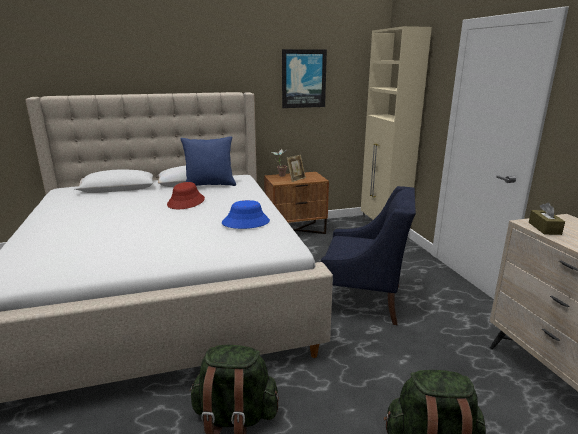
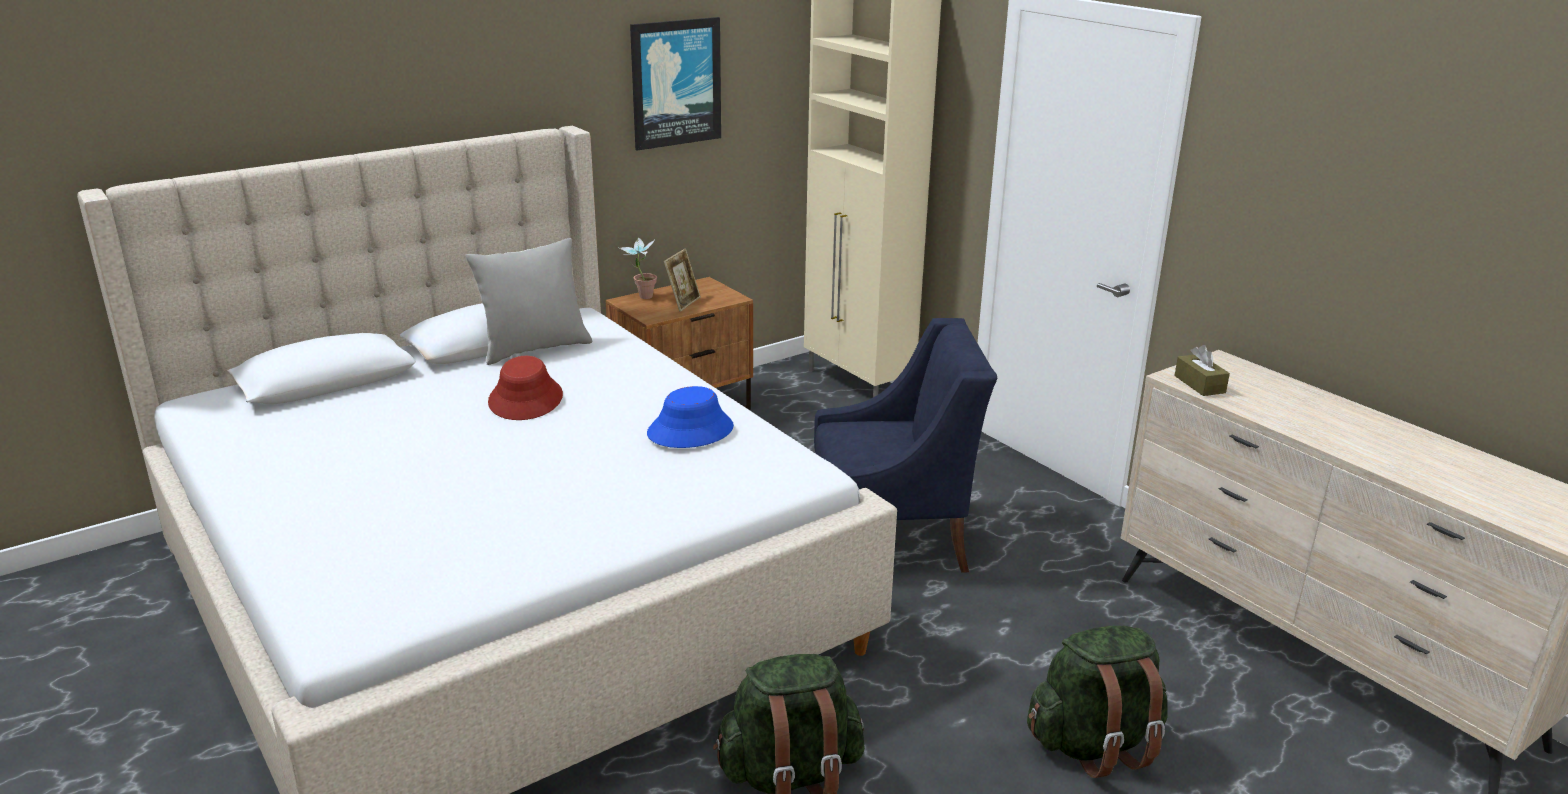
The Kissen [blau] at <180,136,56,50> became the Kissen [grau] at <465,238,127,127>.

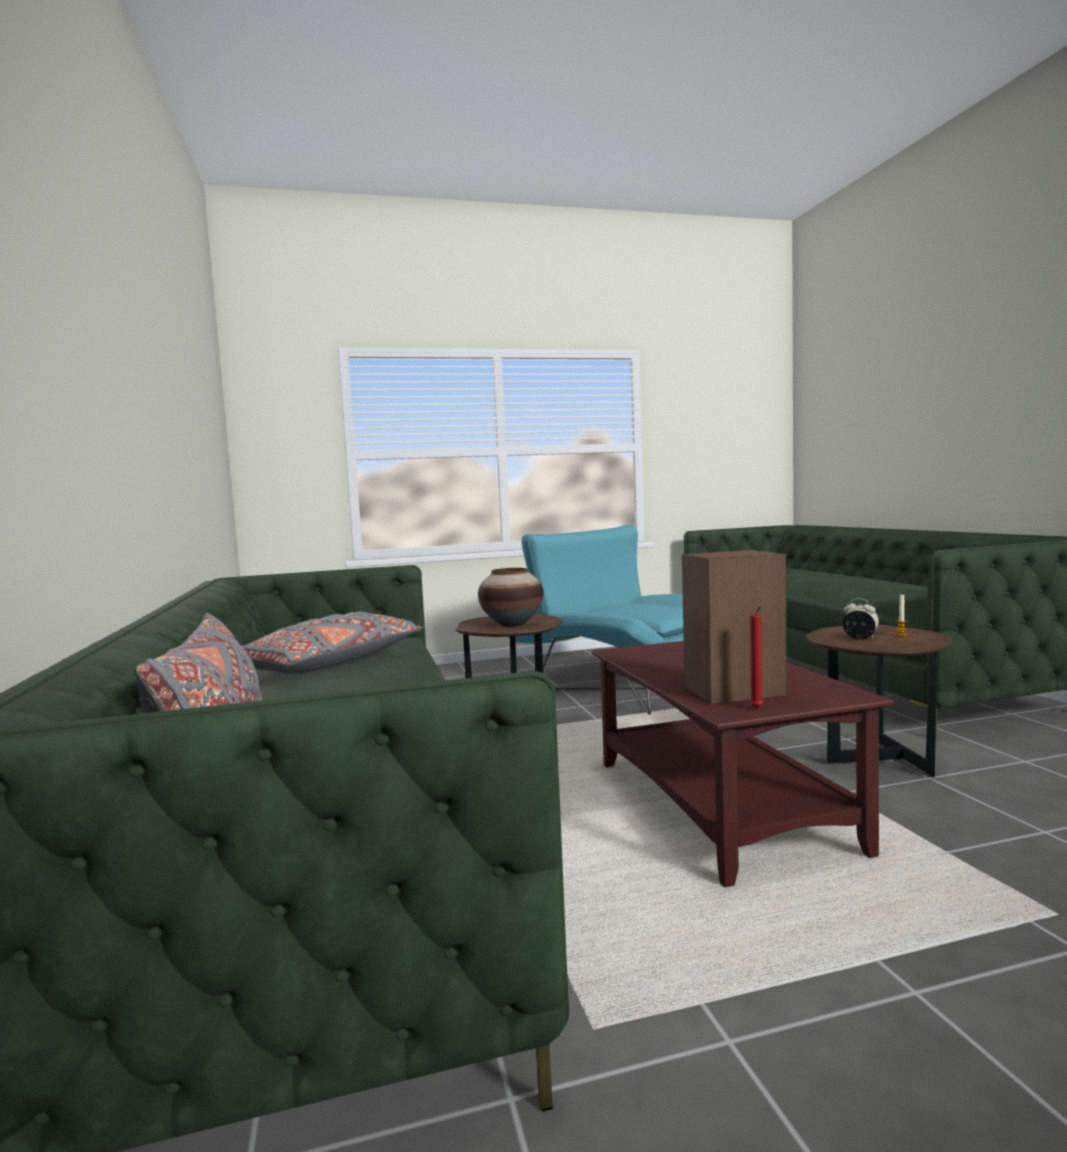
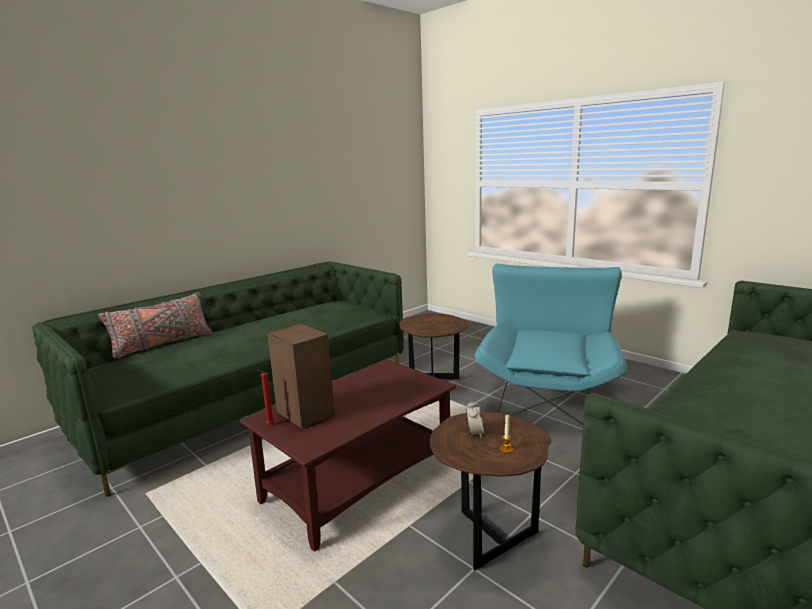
The Kissen [grau] at <242,612,180,62> disappeared.
The Vase at <478,568,65,59> disappeared.

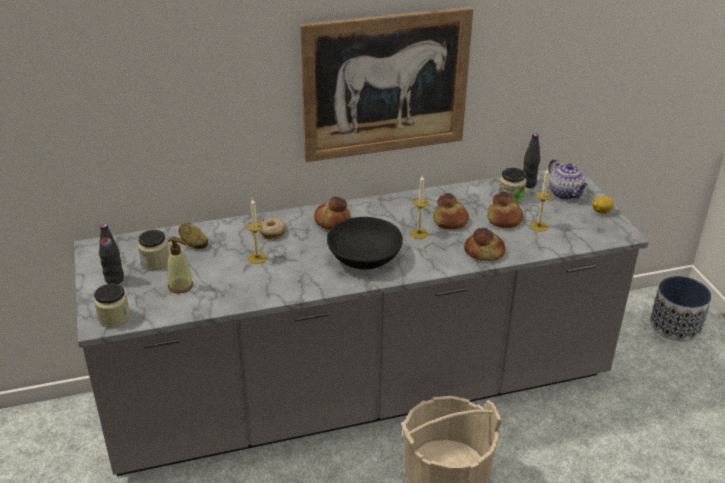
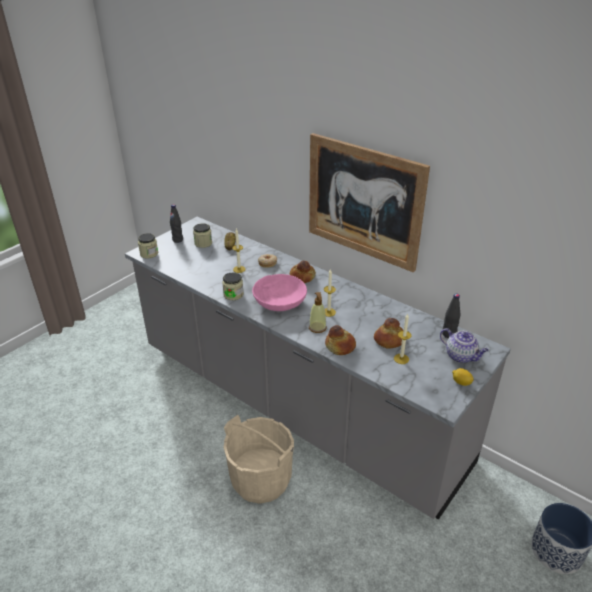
The Seifenspender moved from <167,237,26,56> to <309,292,18,41>.
The Schüssel [schwarz] at <327,217,76,53> became the Schüssel [rosa] at <252,274,55,37>.
The Brot at <433,193,36,36> disappeared.
The Vorratsglas moved from <498,168,28,35> to <222,272,22,28>.
The Teekanne at <549,159,39,40> turned 75 degrees counterclockwise.

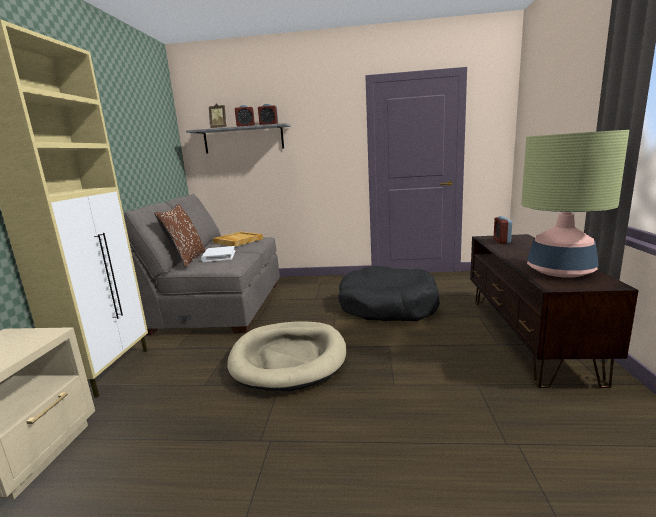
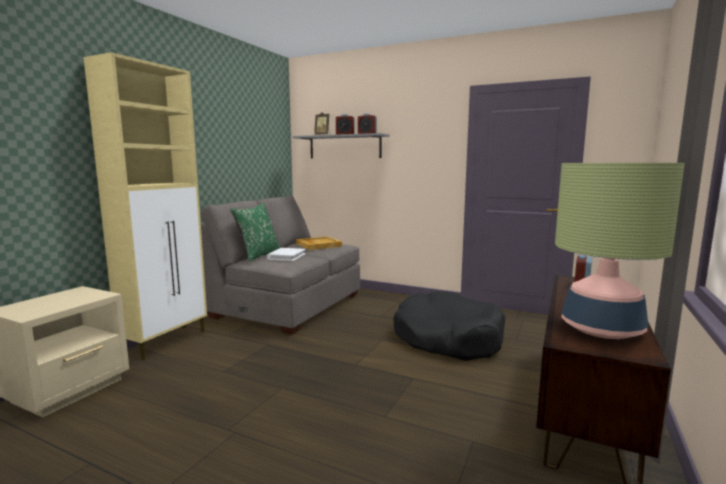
The Kissen [braun] at <154,203,51,64> became the Kissen [grün] at <230,203,50,59>.
The Hundebett [beige] at <227,321,119,70> disappeared.

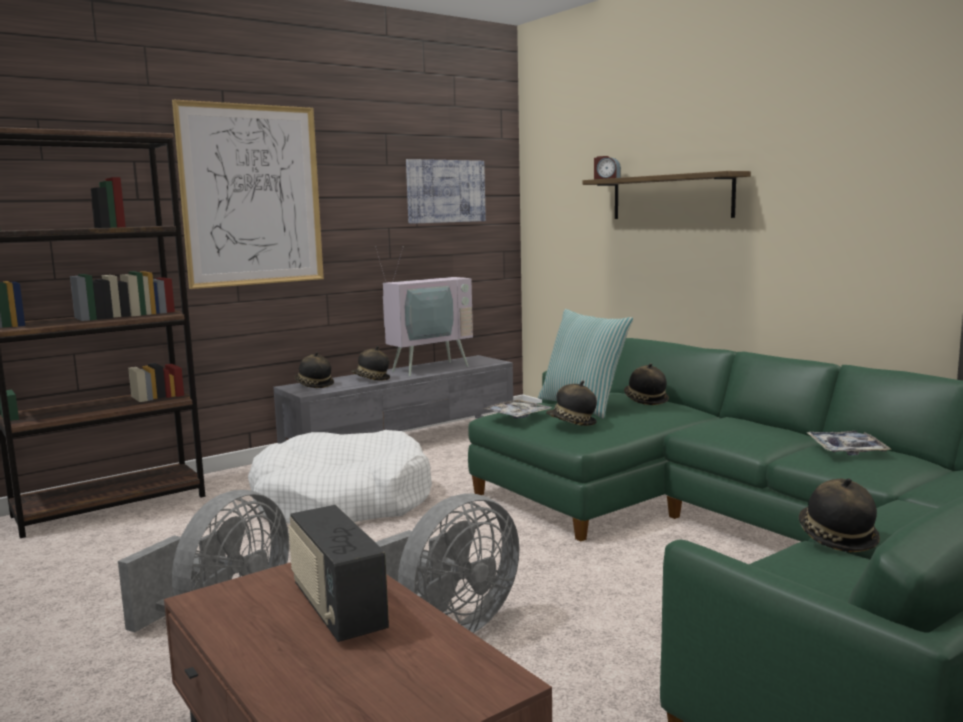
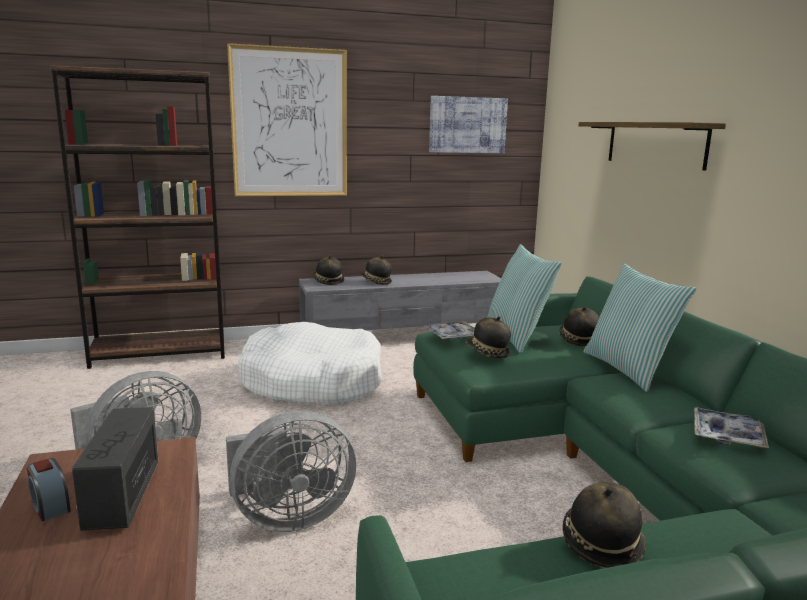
The Fernseher at <375,246,98,131> disappeared.
The Wecker moved from <594,156,27,23> to <27,458,44,64>.
The Kissen at <583,264,113,128> appeared.

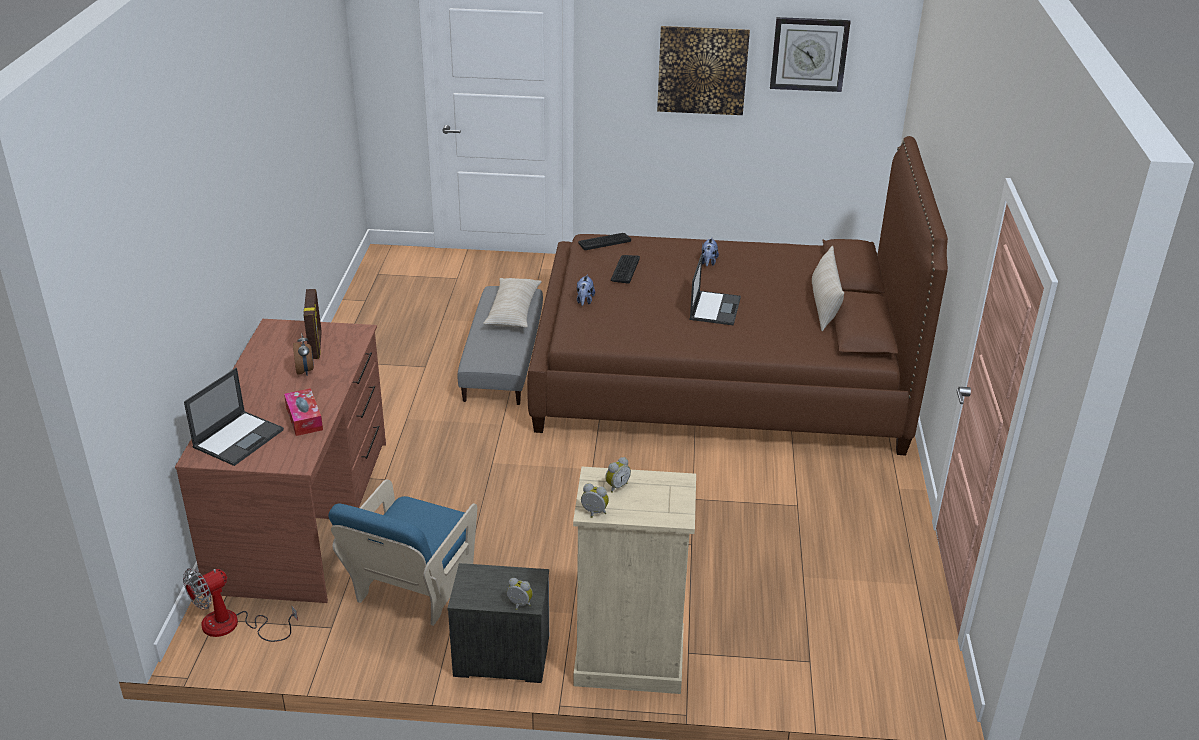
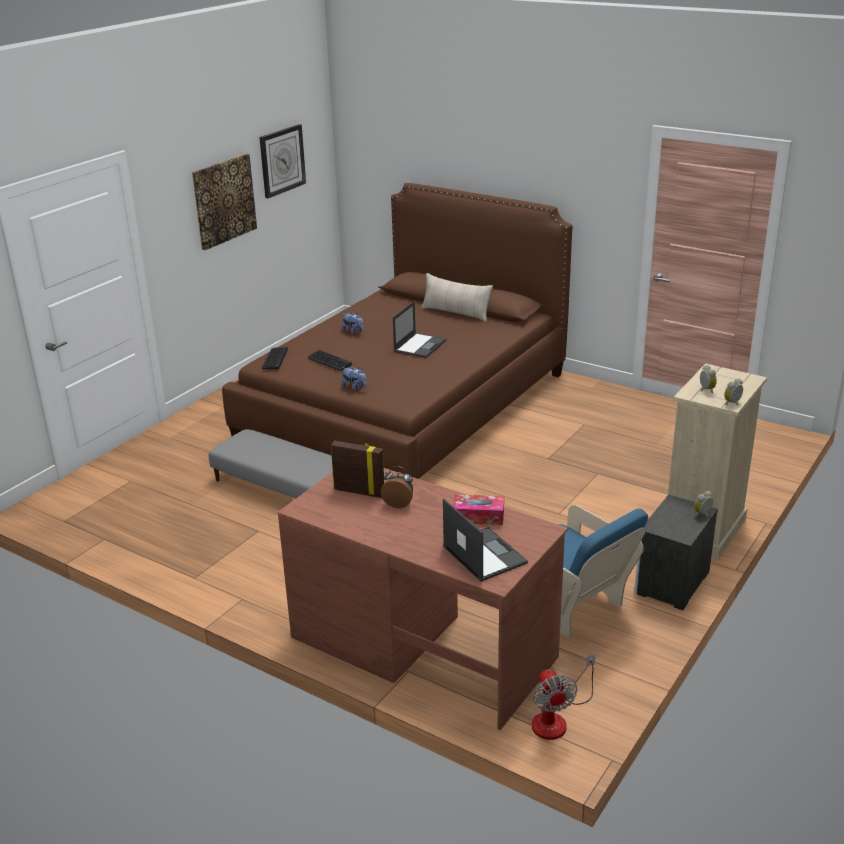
The Kissen [beige] at <483,278,58,50> disappeared.
The Laptop at <689,254,52,72> turned 75 degrees clockwise.

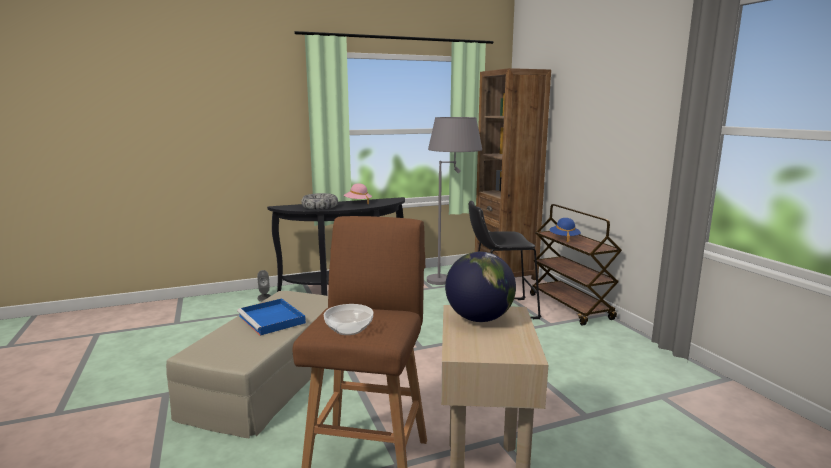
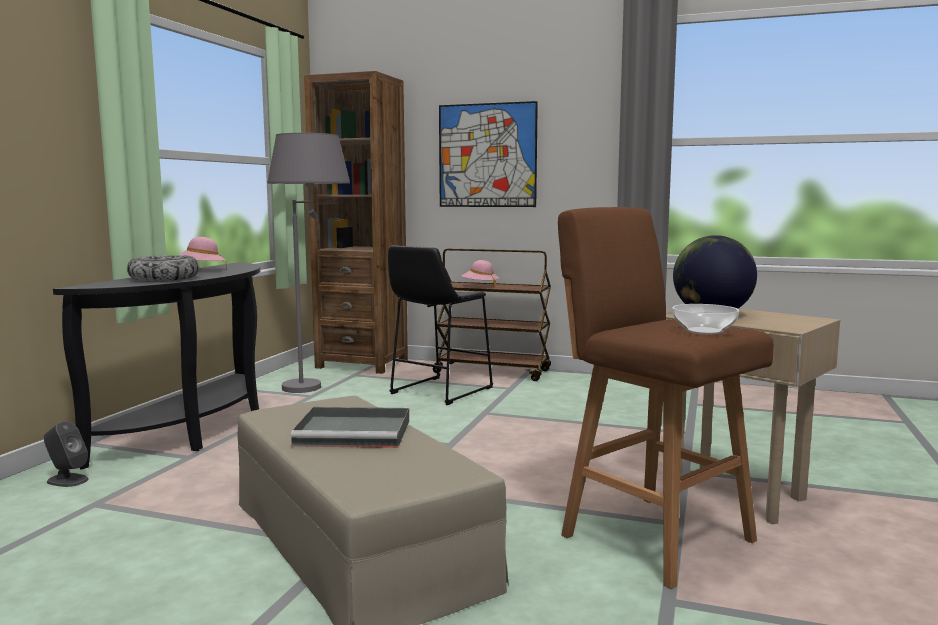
The Tablett [blau] at <237,298,69,38> became the Tablett [grau] at <290,407,119,41>.
The Hut [blau] at <550,218,31,24> became the Hut [rosa] at <462,260,37,28>.
The Bild at <439,101,99,106> appeared.

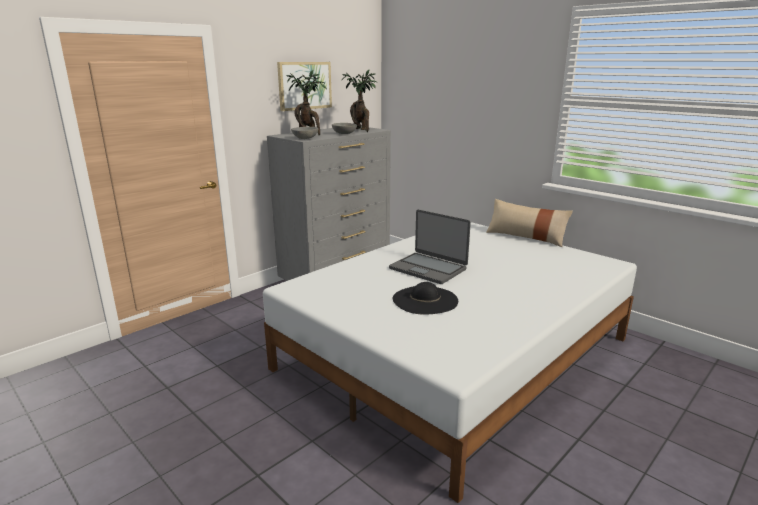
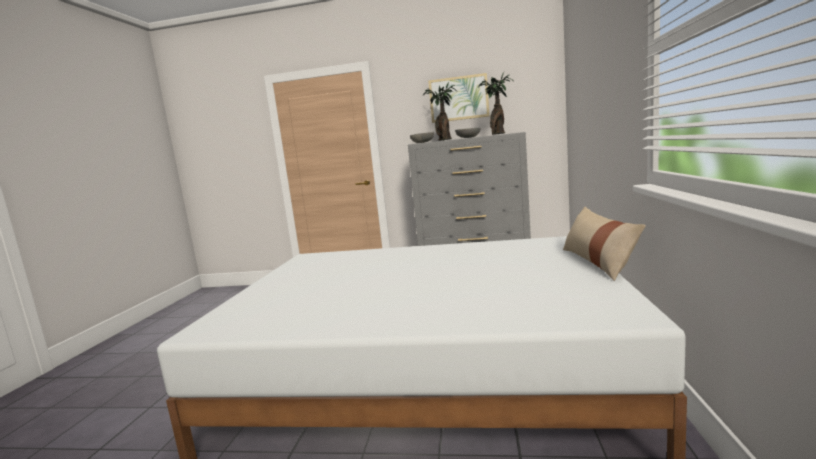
The Laptop at <389,210,82,74> disappeared.
The Hut [schwarz] at <393,282,65,33> disappeared.

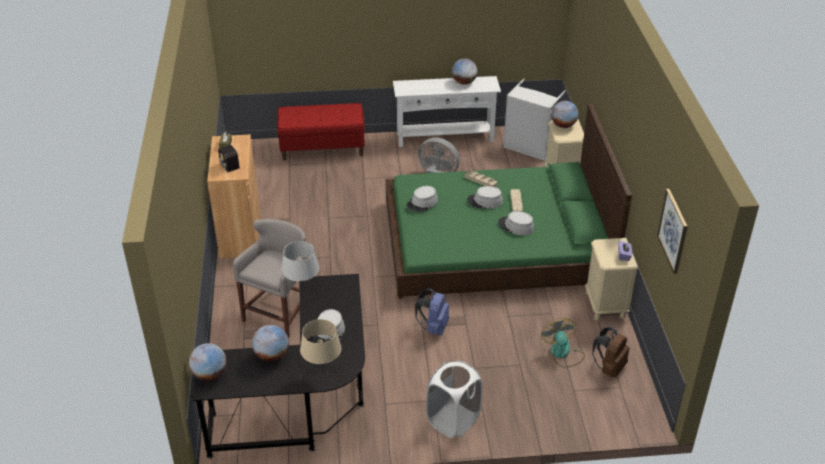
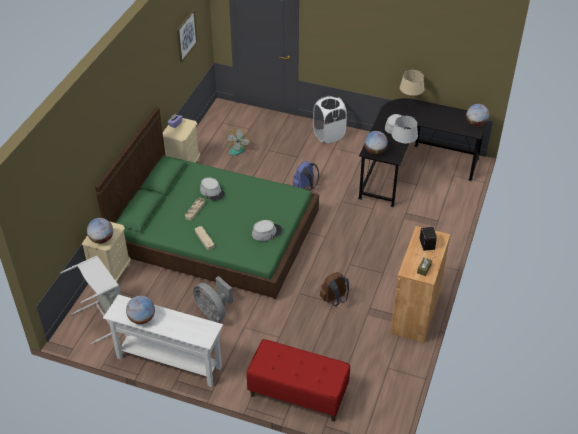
The Hocker [grau] at <233,219,73,118> disappeared.
The Globus moved from <252,325,37,36> to <364,131,24,24>.
The Hut [grau] at <467,186,36,23> disappeared.
The Rucksack [braun] moved from <592,327,37,51> to <320,272,29,34>.

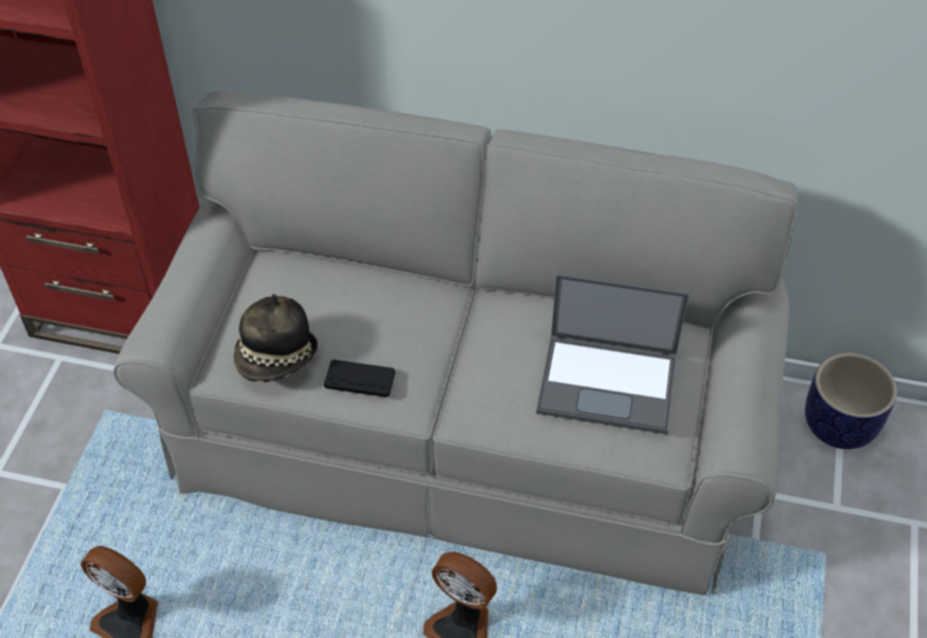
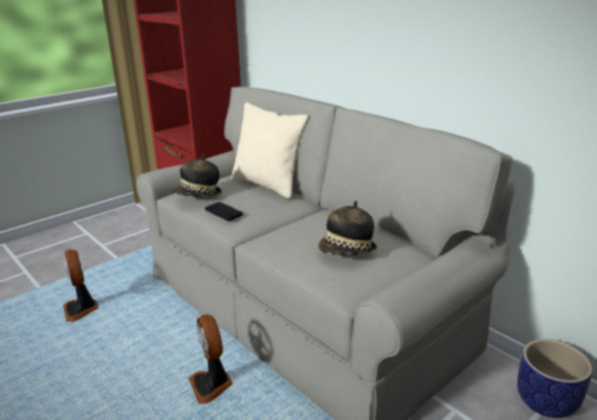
The Laptop at <536,274,153,160> was replaced by the Hut at <318,201,59,55>.
The Kissen [beige] at <231,102,77,96> appeared.

